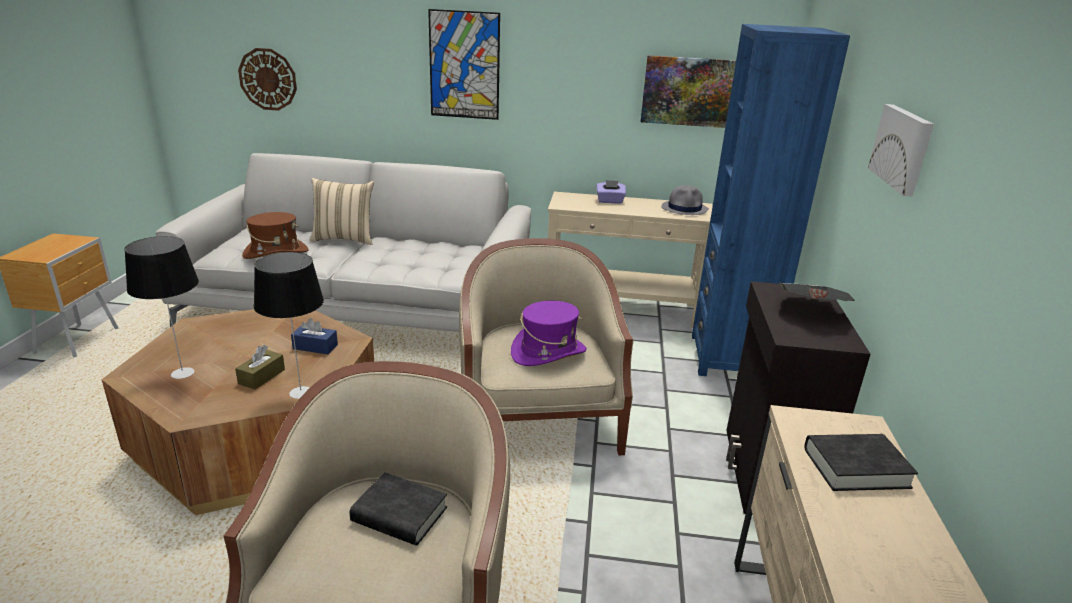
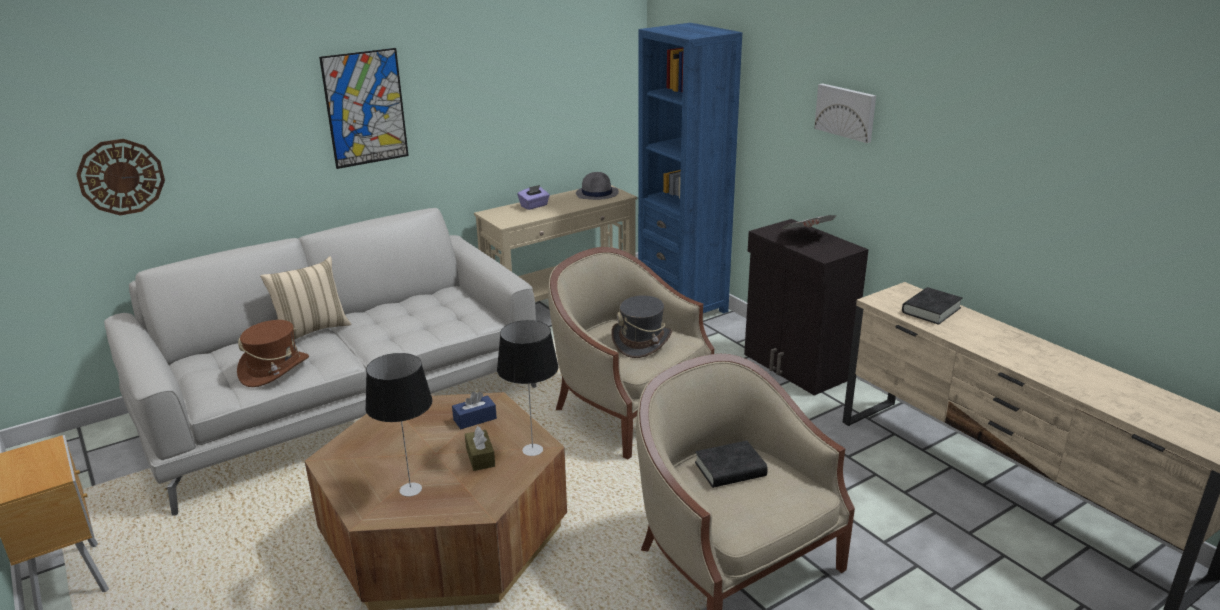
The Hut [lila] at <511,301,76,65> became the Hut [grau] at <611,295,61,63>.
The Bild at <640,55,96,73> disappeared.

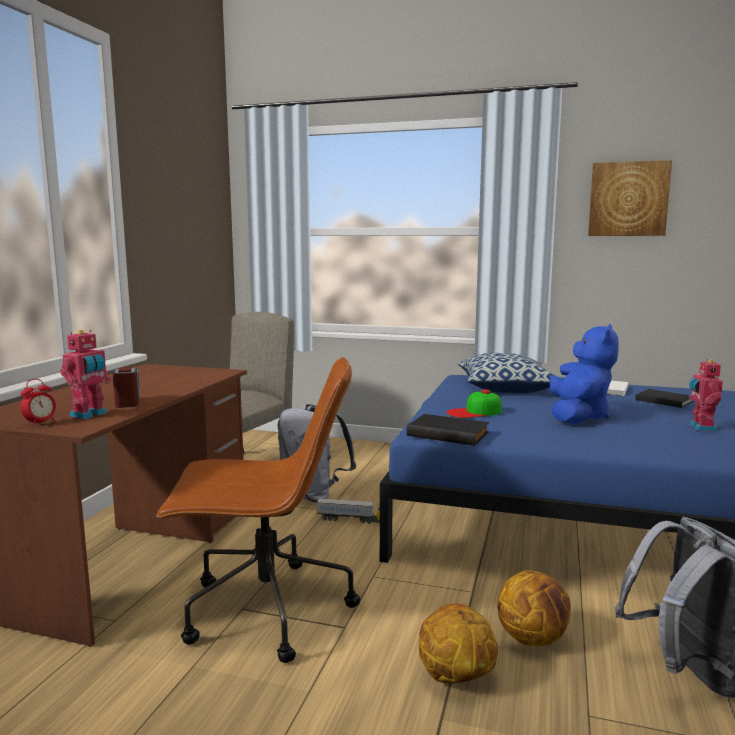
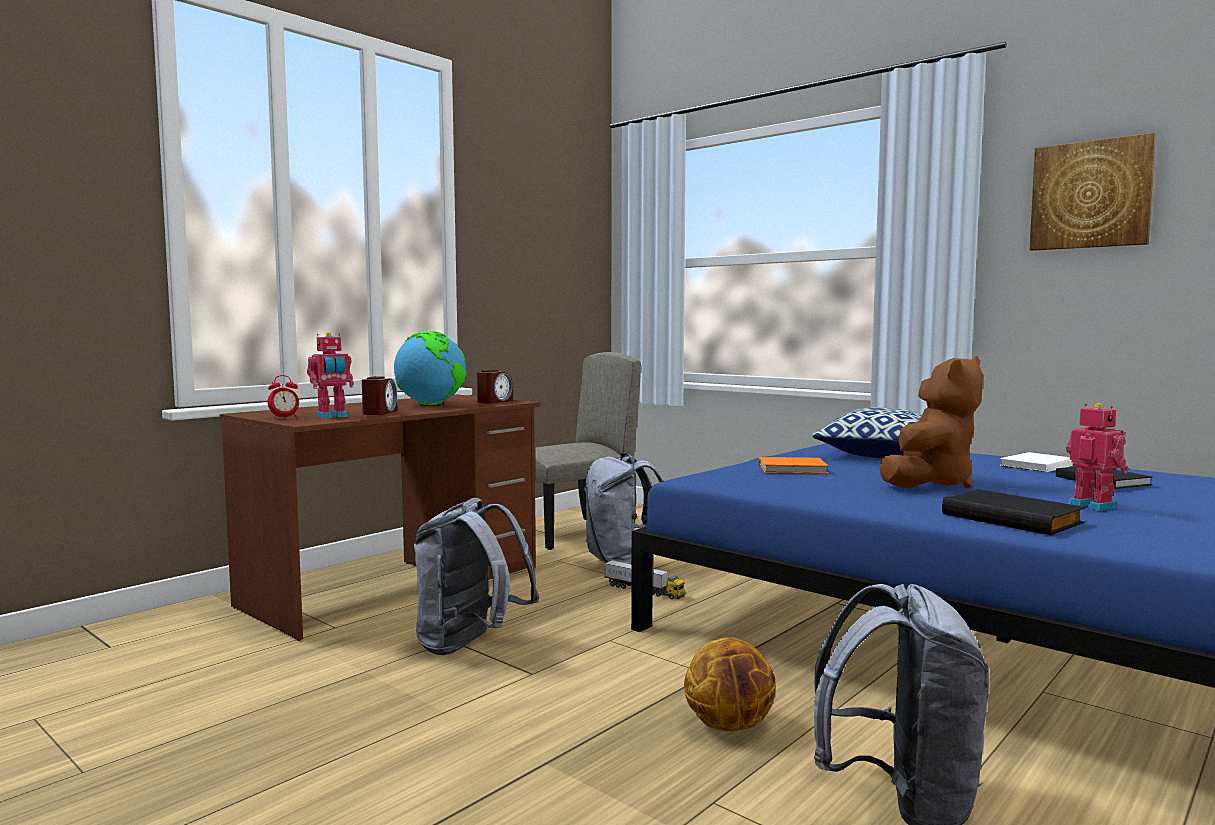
The Bürostuhl [braun] at <156,357,204,306> was replaced by the Rucksack [grau] at <414,498,125,157>.
The Buch [schwarz] moved from <407,414,82,32> to <942,489,143,46>.
The Basketball at <419,604,79,80> disappeared.
The Kappe at <446,389,56,29> was replaced by the Buch [orange] at <759,457,69,17>.
The Plüschtier [blau] at <550,324,69,100> became the Plüschtier [braun] at <879,356,105,132>.
The Spielzeugroboter at <689,359,34,72> turned 120 degrees clockwise.
The Globus at <394,331,73,74> appeared.
The Wecker at <477,370,36,34> appeared.

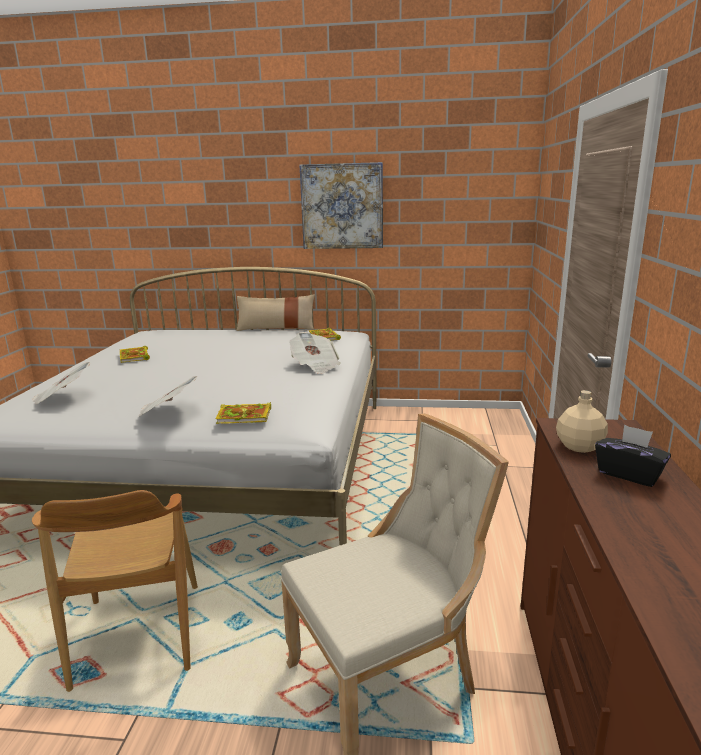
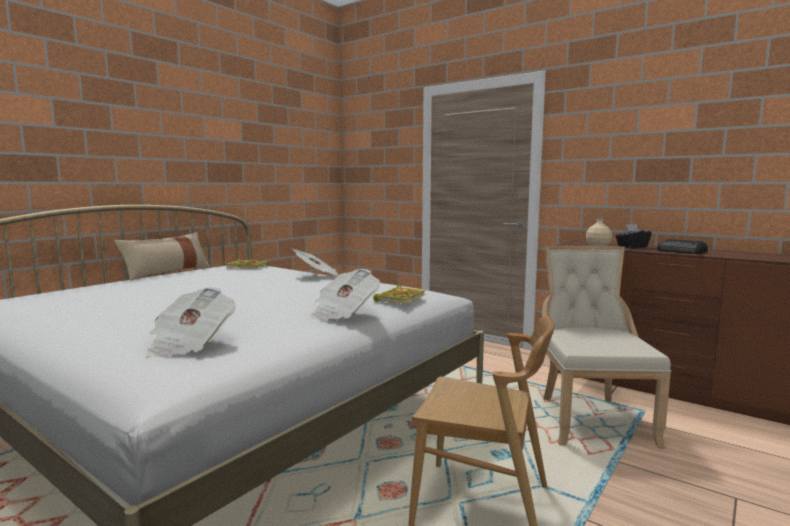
The Buch at <120,346,30,17> disappeared.
The Bild at <300,162,83,87> disappeared.
The Radio at <657,239,51,15> appeared.

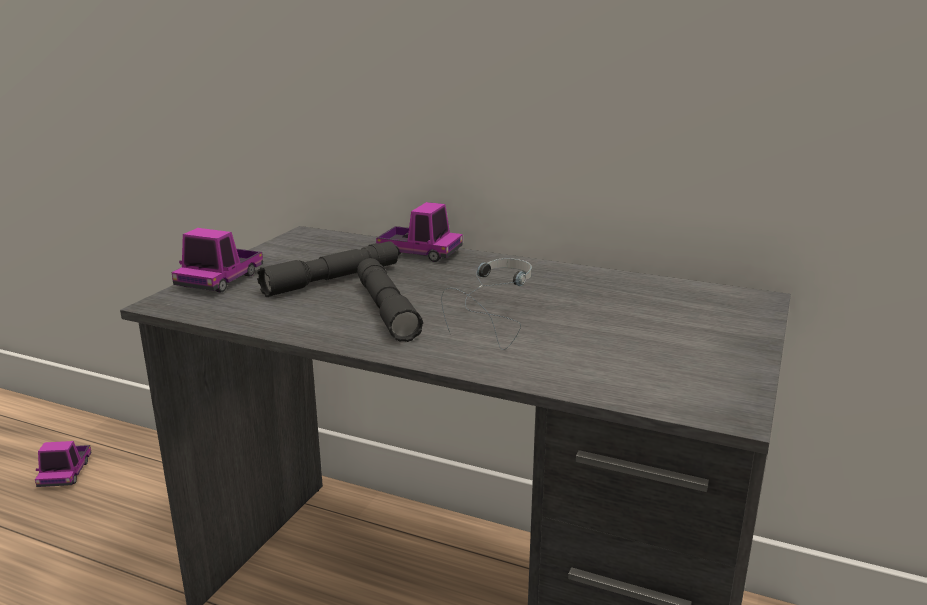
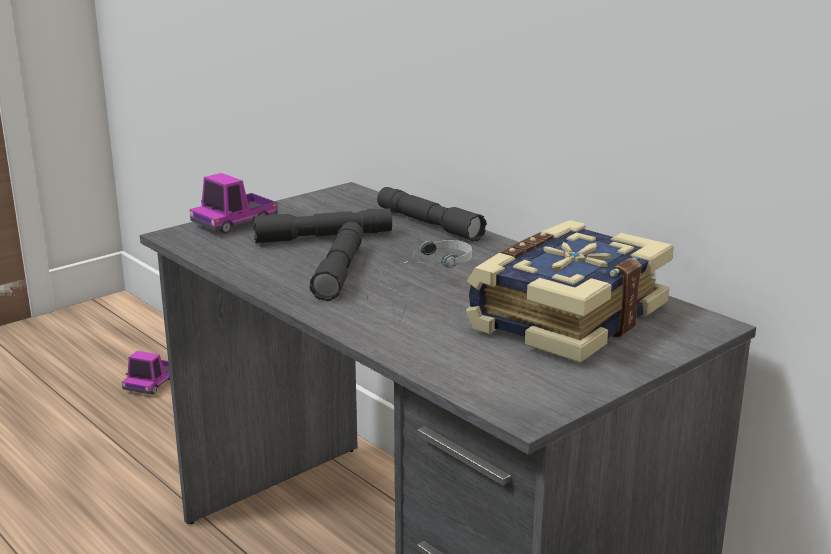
The Spielzeuglaster at <376,202,87,60> was replaced by the Taschenlampe [grau] at <377,187,110,54>.
The Buch at <466,220,208,143> appeared.

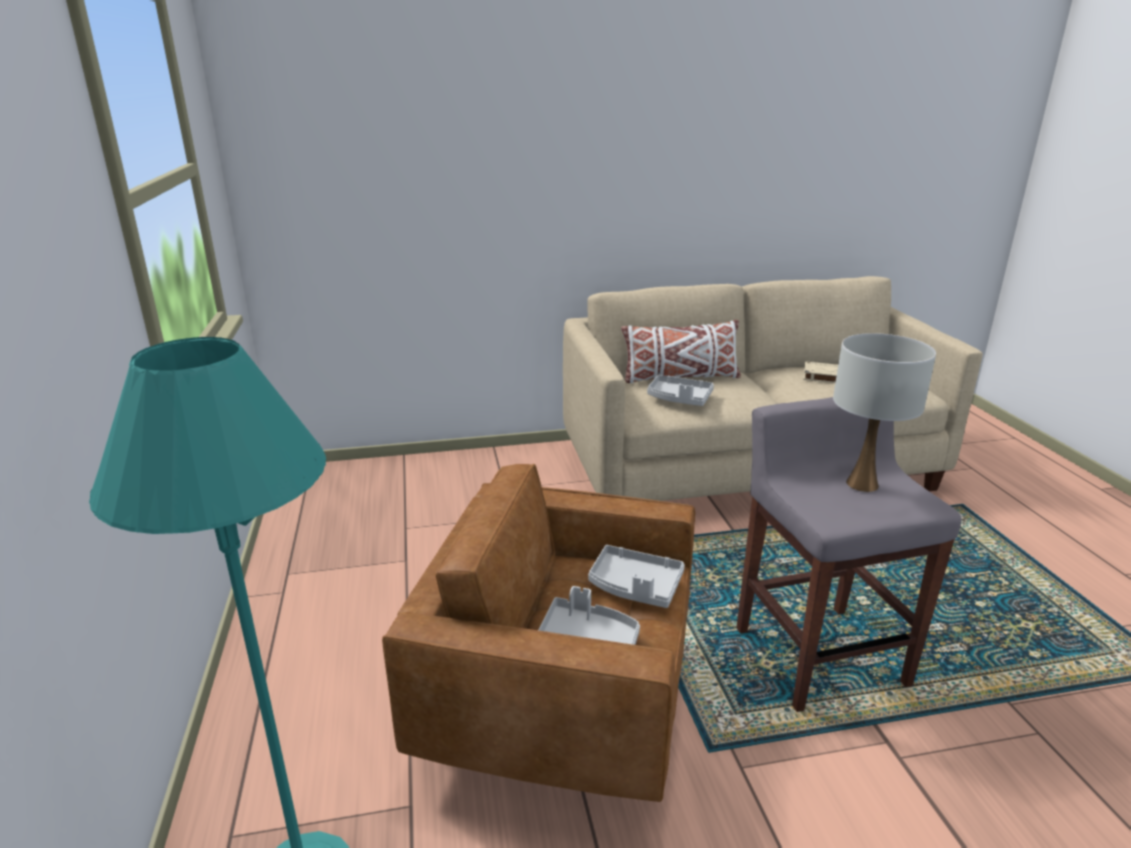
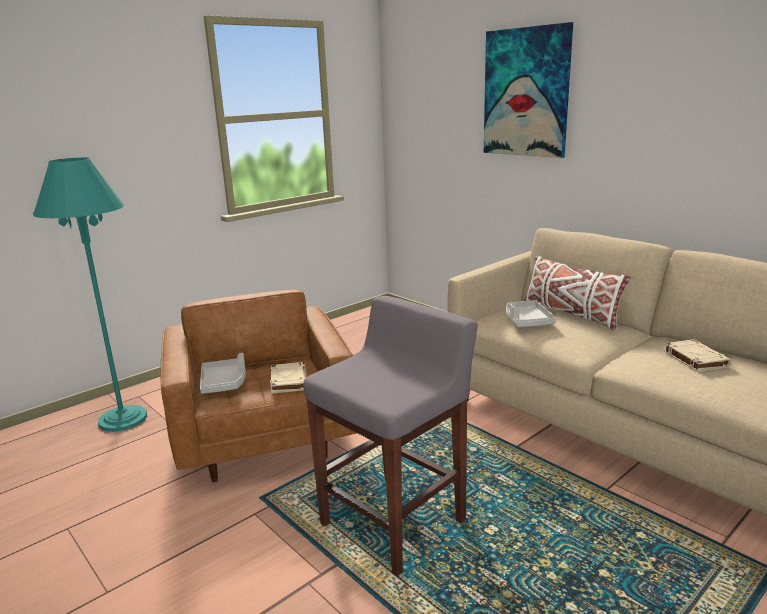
The Tablett [grau] at <588,545,97,63> was replaced by the Buch [beige] at <270,362,36,32>.
The Tischlampe [weiß] at <833,333,103,159> disappeared.
The Bild at <484,22,89,136> appeared.

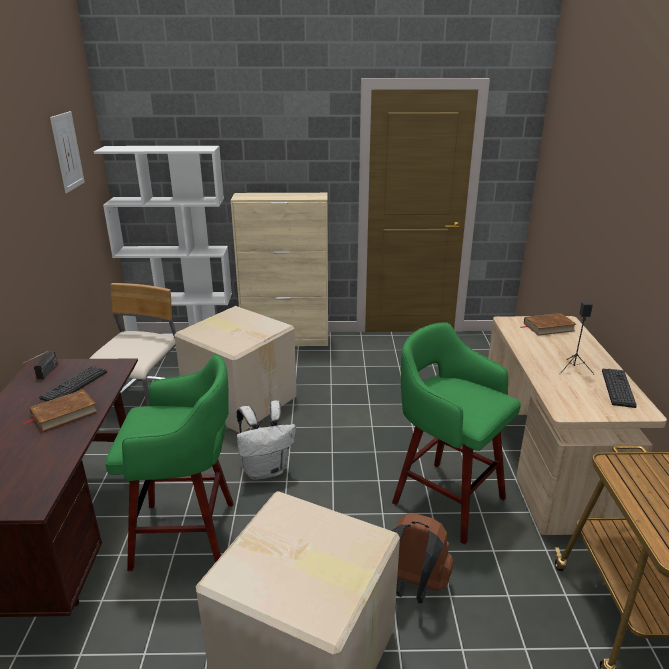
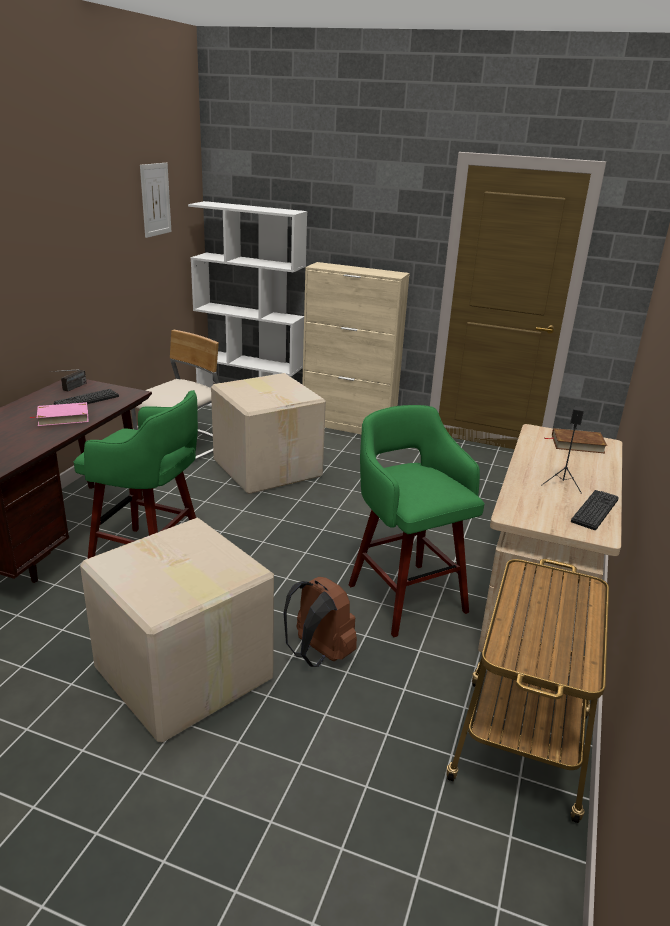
The Buch [braun] at <24,389,74,43> became the Buch [rosa] at <30,402,59,24>.
The Rucksack [weiß] at <237,401,59,79> disappeared.

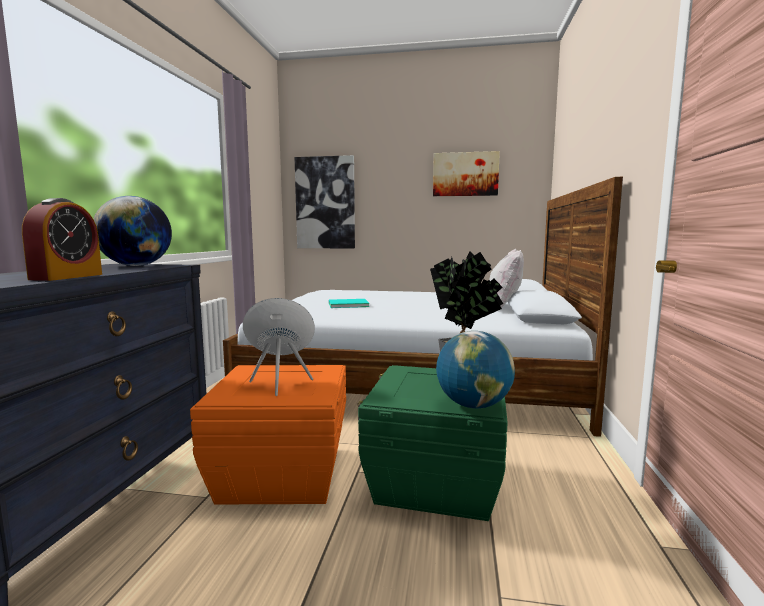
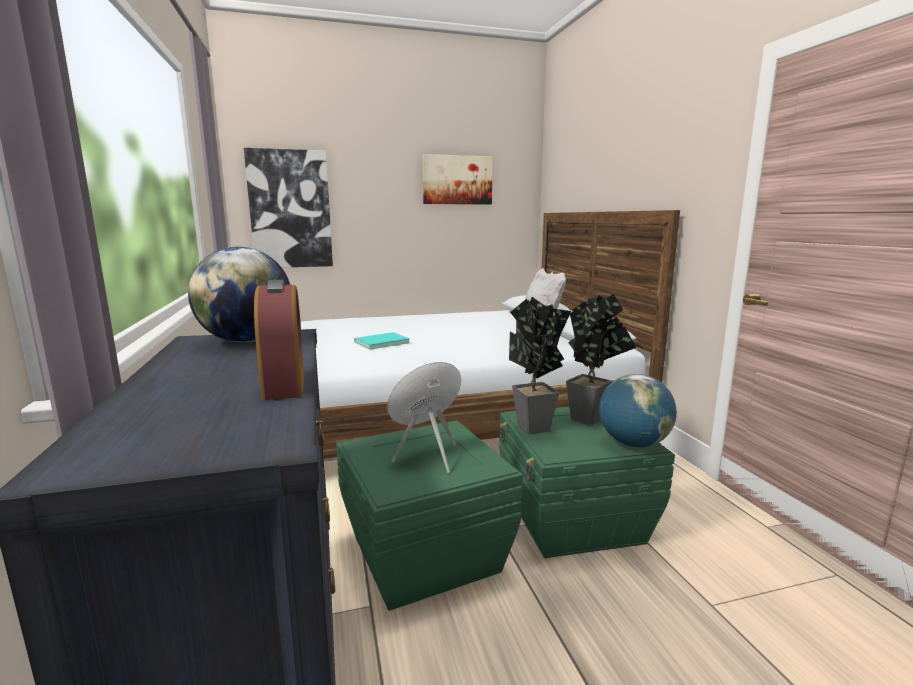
The Aufbewahrungsbox [orange] at <190,365,156,139> became the Aufbewahrungsbox [grün] at <336,420,187,191>.
The Topfpflanze at <509,297,62,137> appeared.

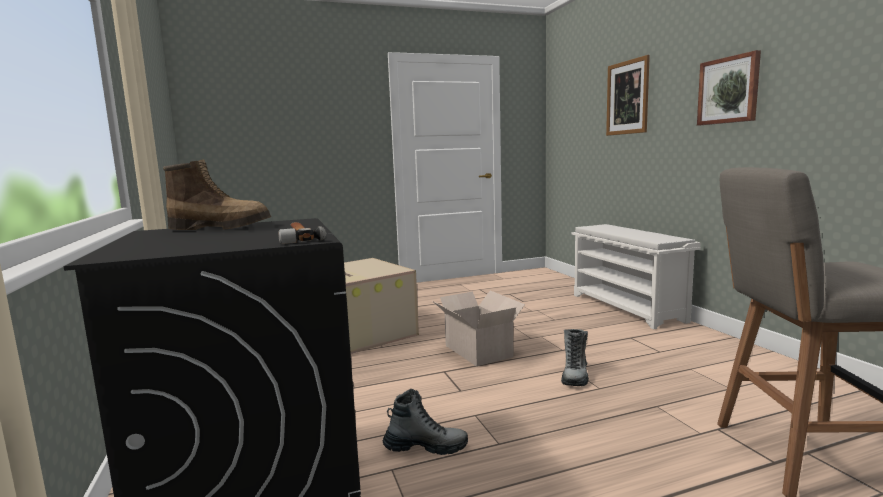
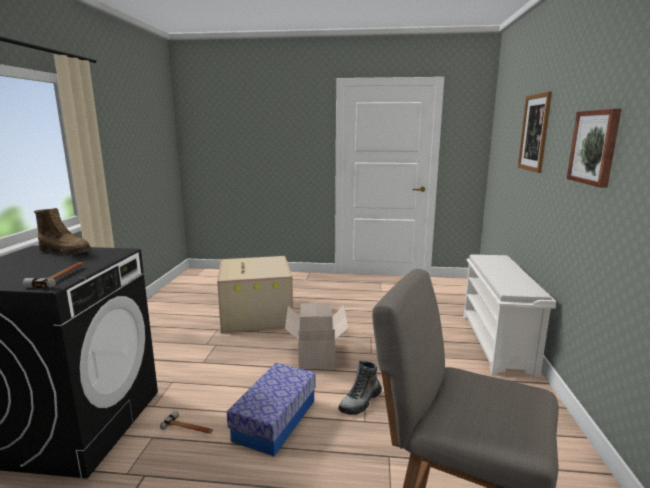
The Stiefel at <383,389,85,66> was replaced by the Hammer at <160,411,53,22>.
The Aufbewahrungsbox at <227,363,89,93> appeared.

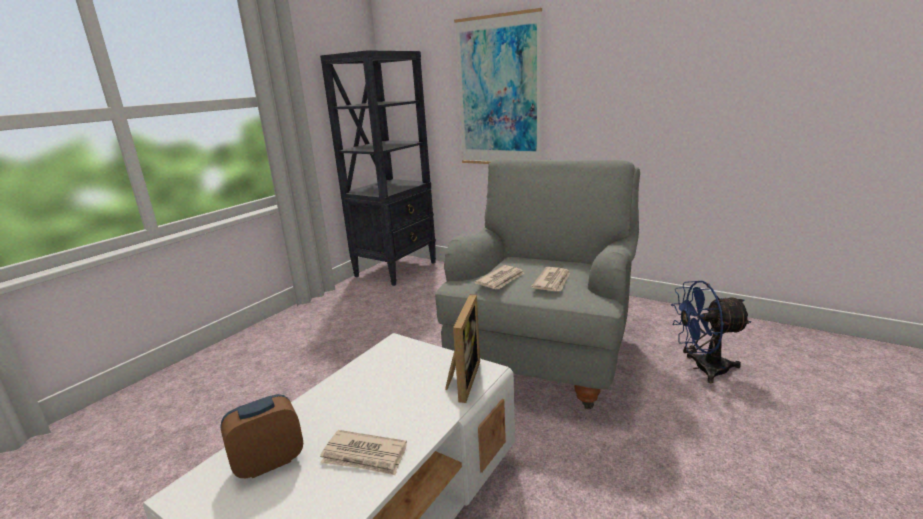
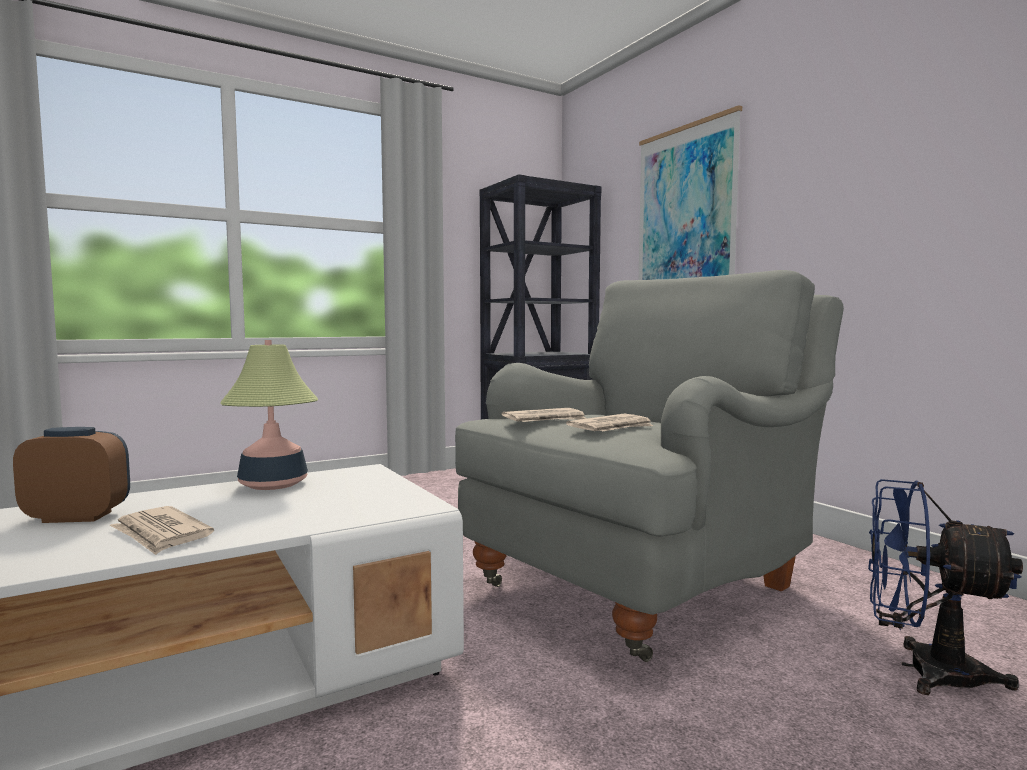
The Bilderrahmen at <445,294,35,109> disappeared.
The Tischlampe at <220,340,98,150> appeared.

